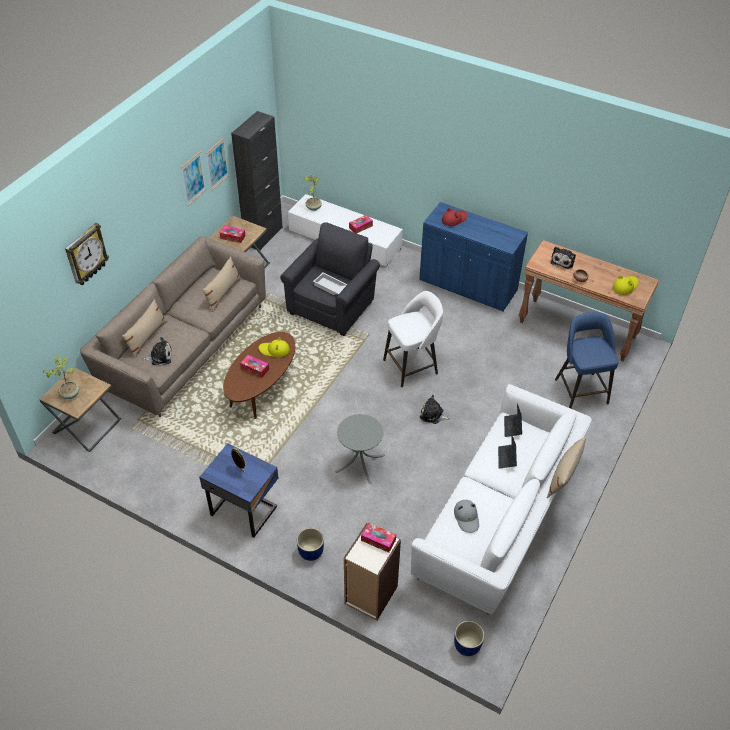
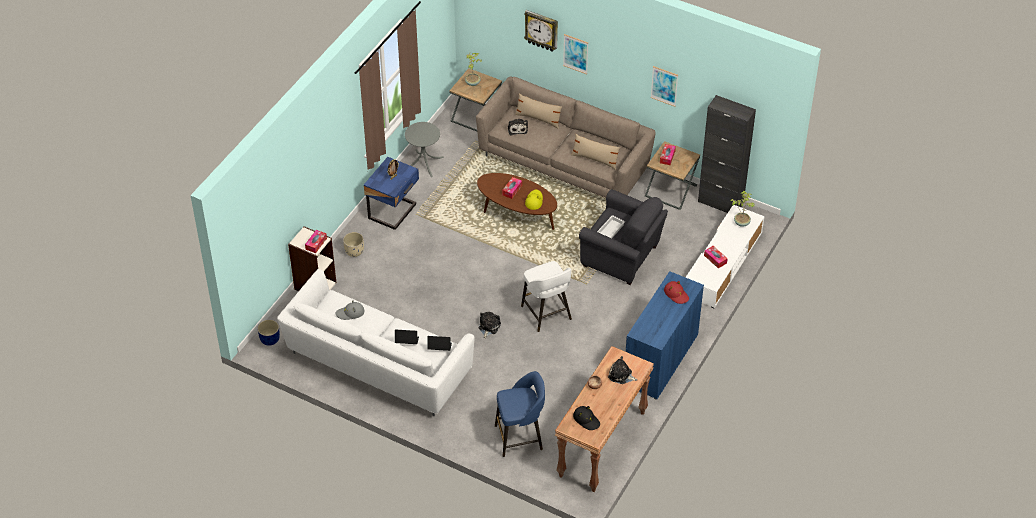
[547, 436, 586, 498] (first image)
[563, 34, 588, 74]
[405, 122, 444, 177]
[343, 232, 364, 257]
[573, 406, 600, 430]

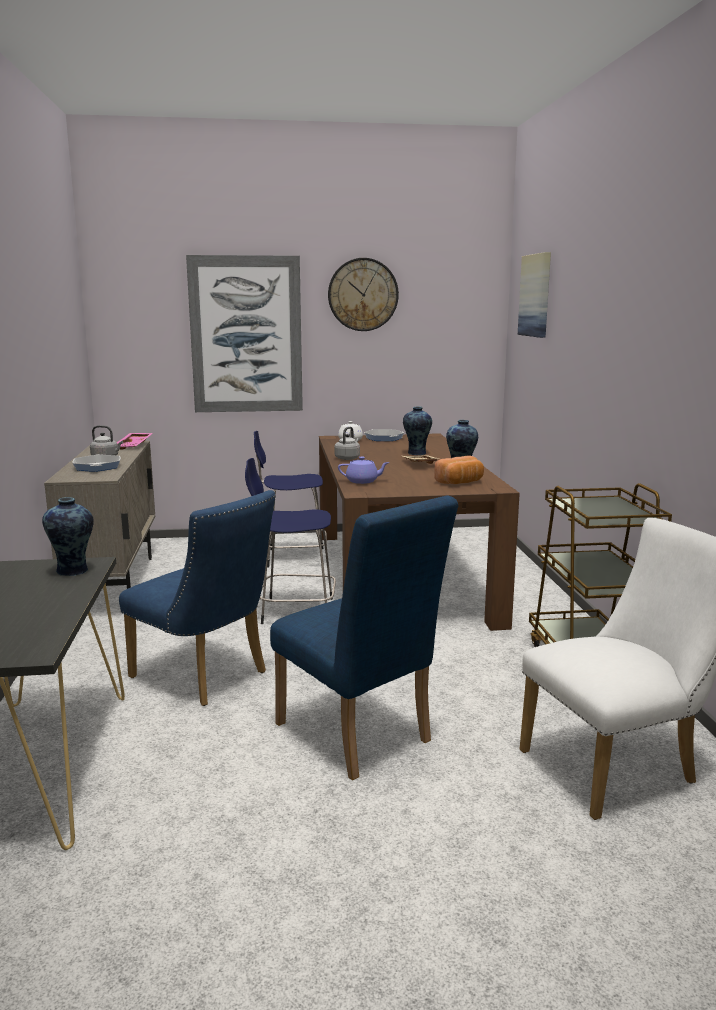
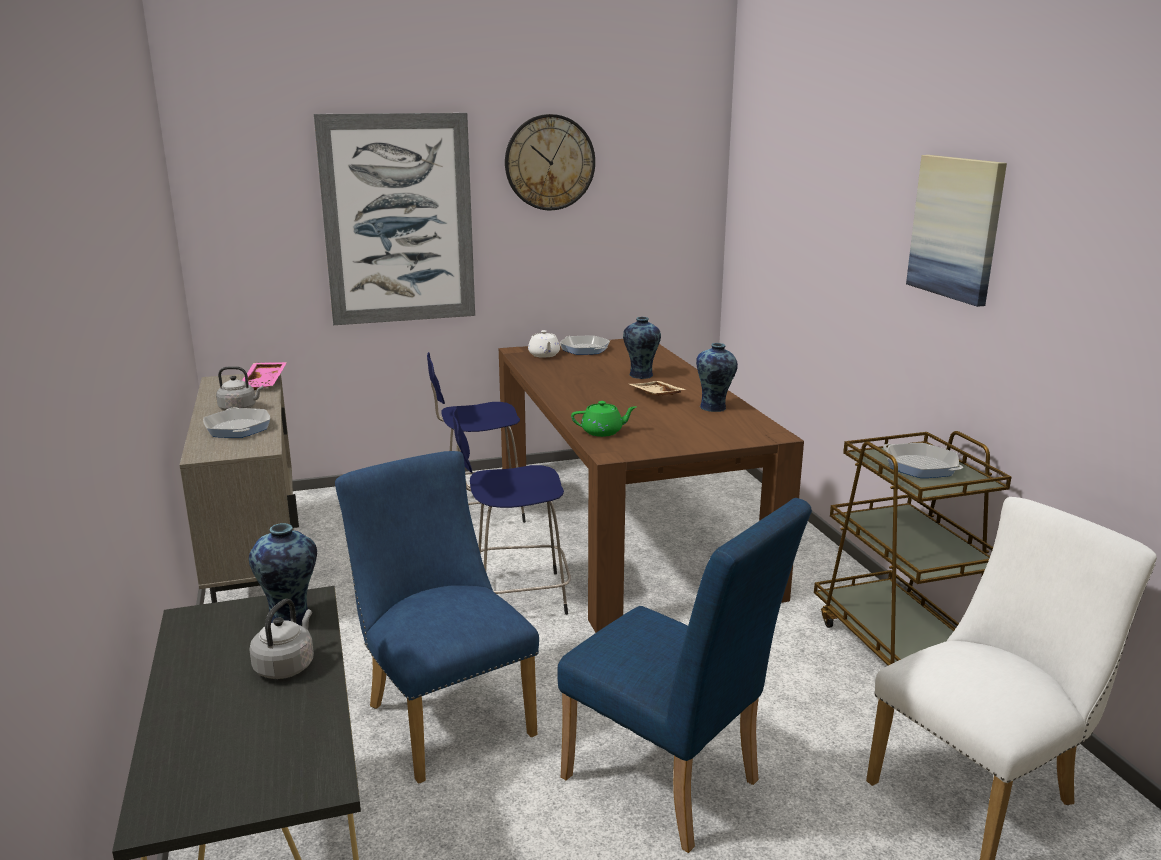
[435, 455, 484, 484] (first image)
[883, 443, 963, 478]
[249, 598, 314, 679]
[906, 155, 1007, 307]
[571, 401, 636, 437]
[335, 451, 539, 784]

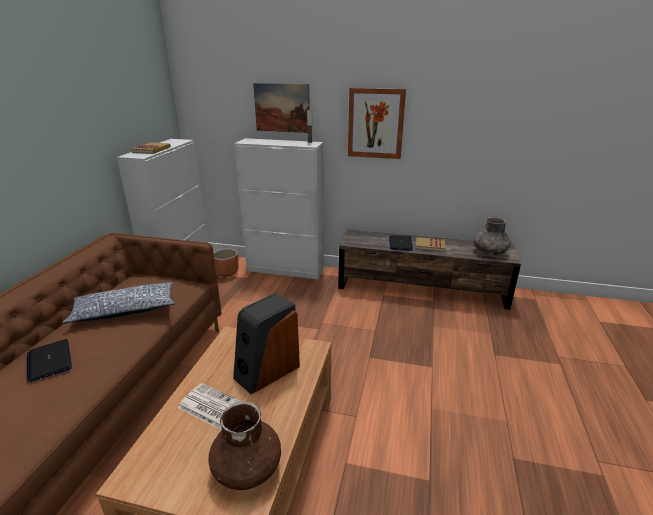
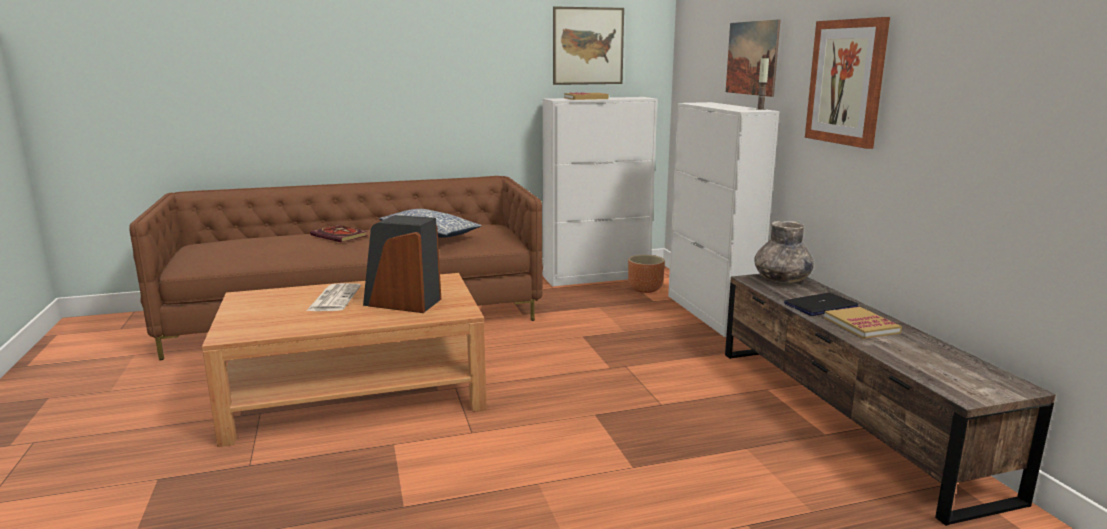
[208, 401, 281, 490] (first image)
[553, 6, 624, 85]
[754, 221, 814, 283]
[310, 225, 368, 242]

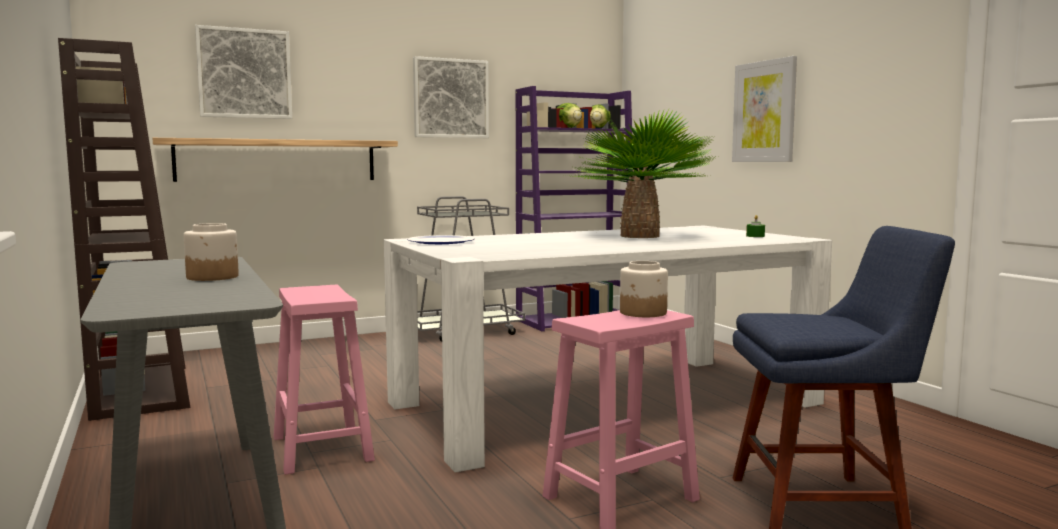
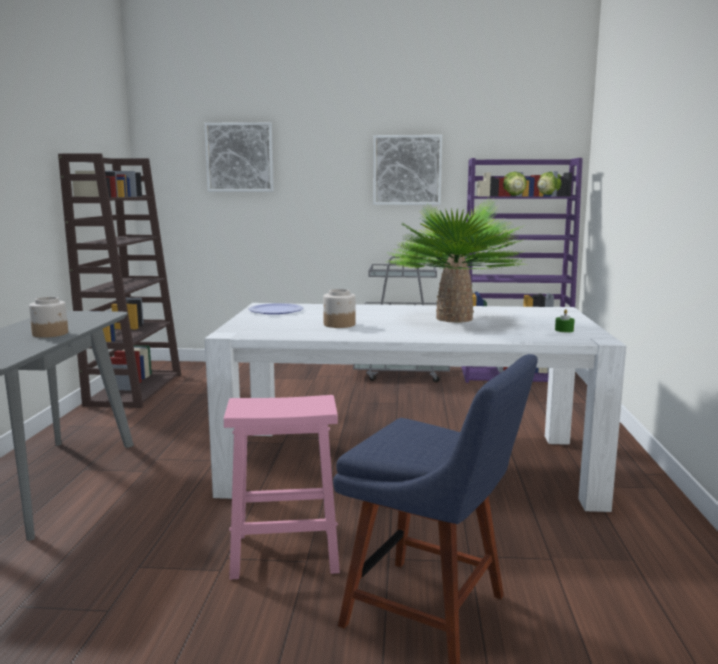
[153, 138, 398, 182] (first image)
[273, 285, 375, 475] (first image)
[732, 56, 797, 162] (first image)
[323, 289, 355, 328]

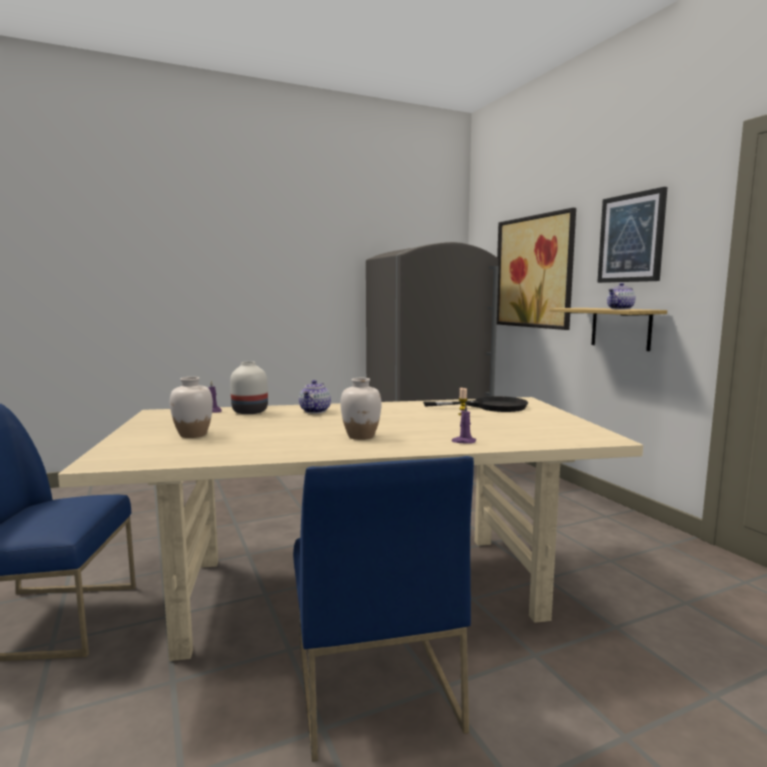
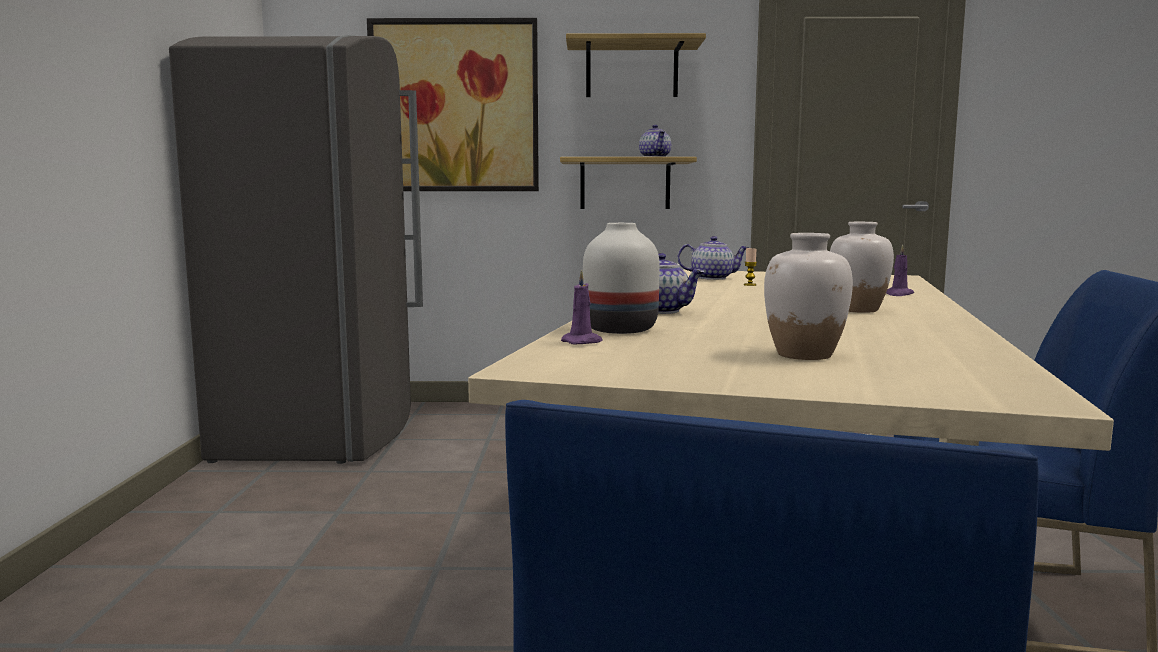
[678, 236, 749, 280]
[566, 33, 706, 97]

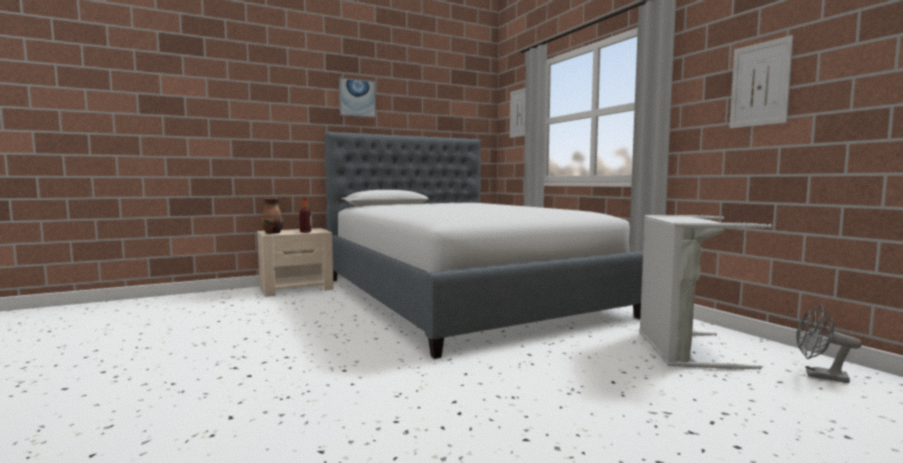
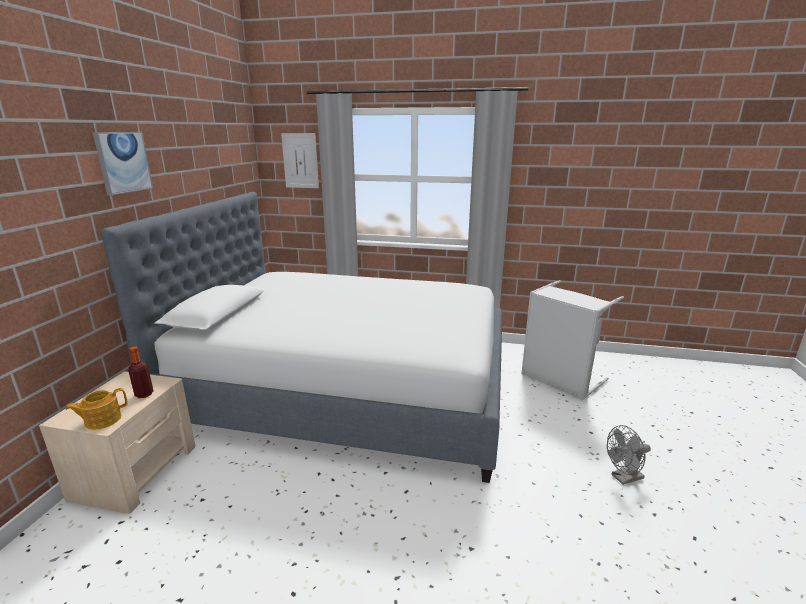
[730, 35, 794, 128] (first image)
[607, 425, 651, 485]
[66, 388, 128, 430]

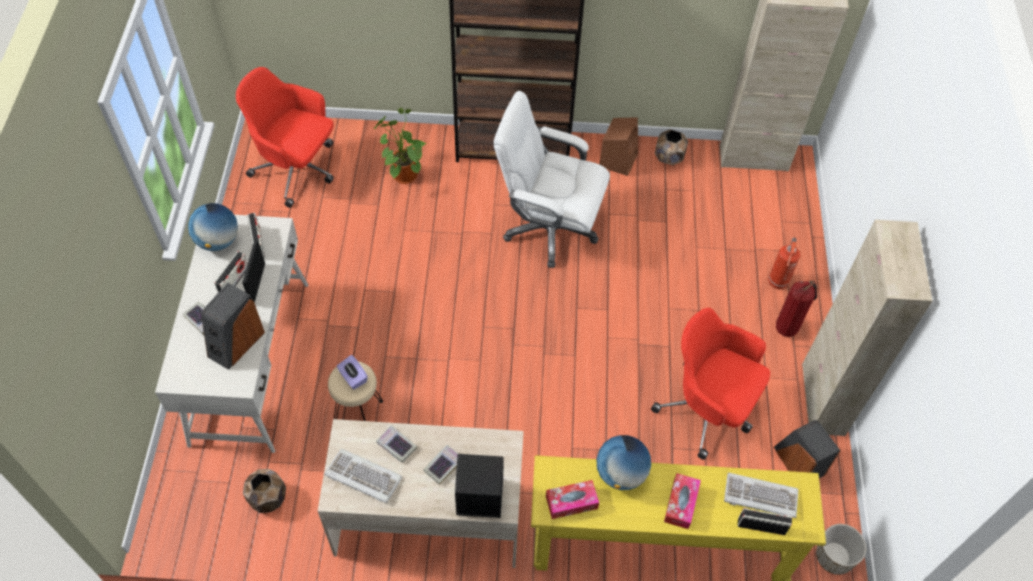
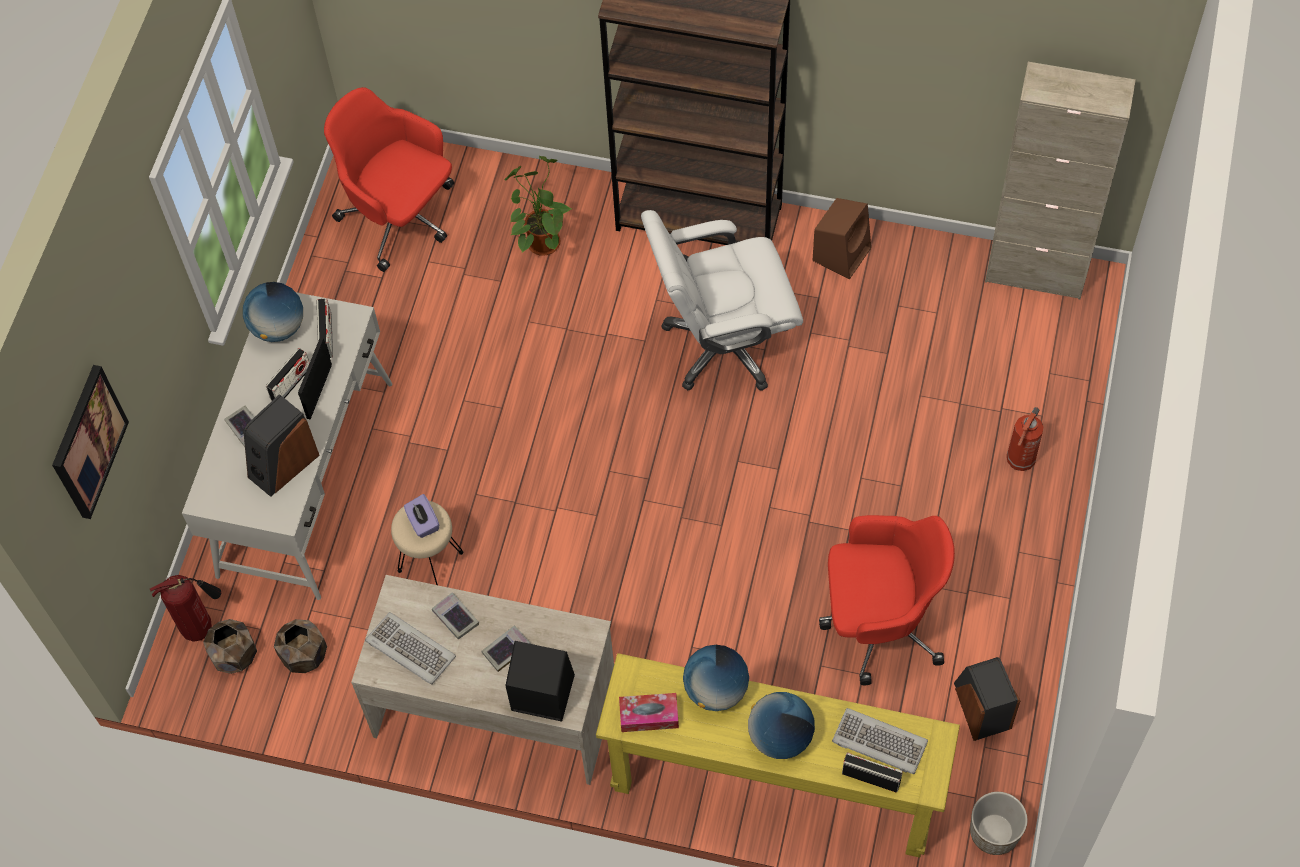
[802, 220, 933, 436] (first image)
[52, 365, 129, 519]
[203, 619, 257, 674]
[150, 575, 221, 642]
[748, 692, 815, 759]
[641, 210, 803, 391]
[819, 515, 955, 685]

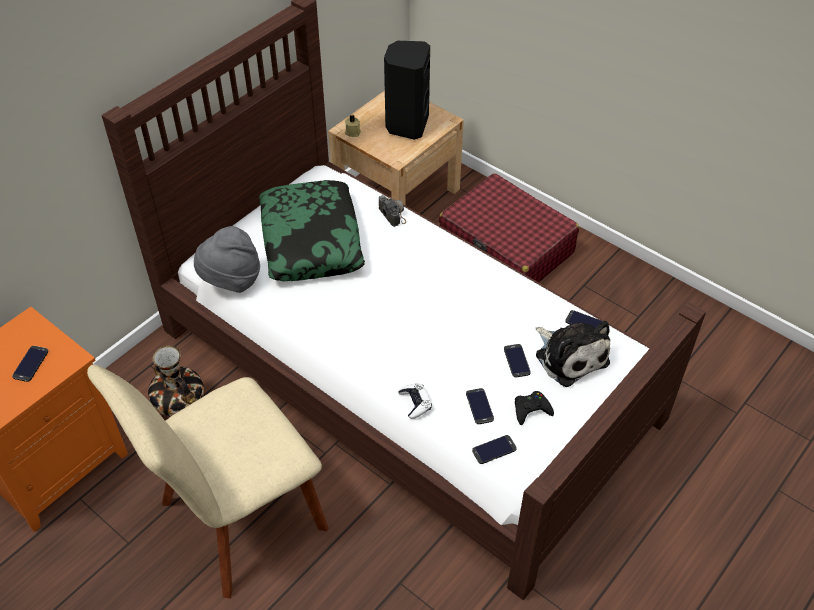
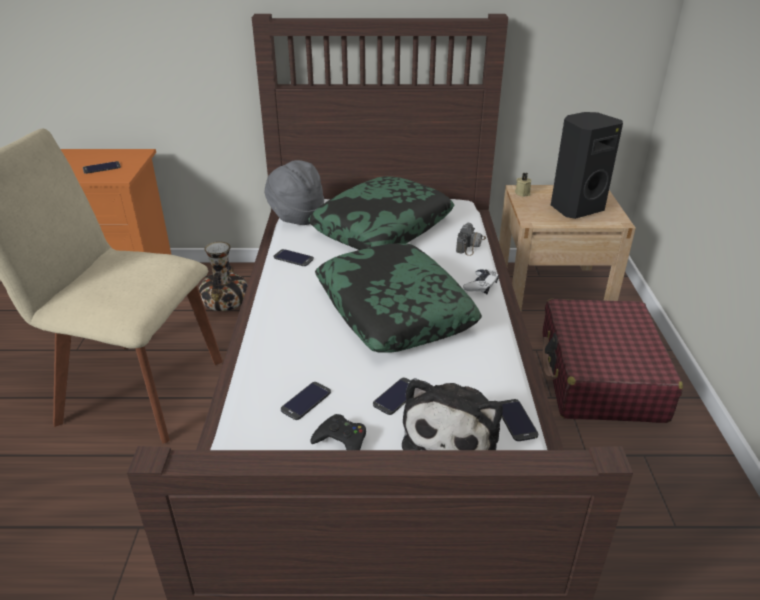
[315, 243, 482, 353]
[463, 269, 499, 294]
[273, 249, 314, 266]

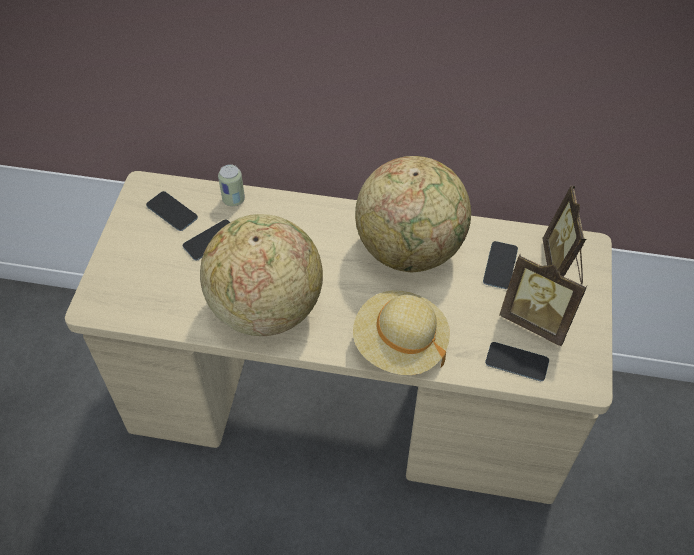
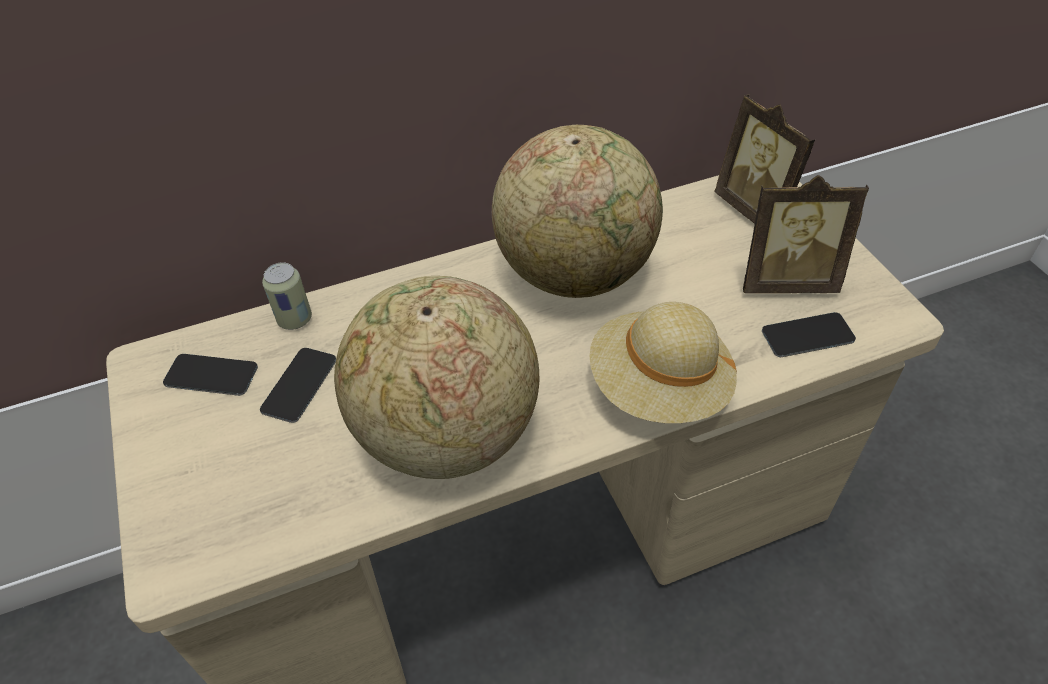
[483, 241, 518, 289] (first image)

